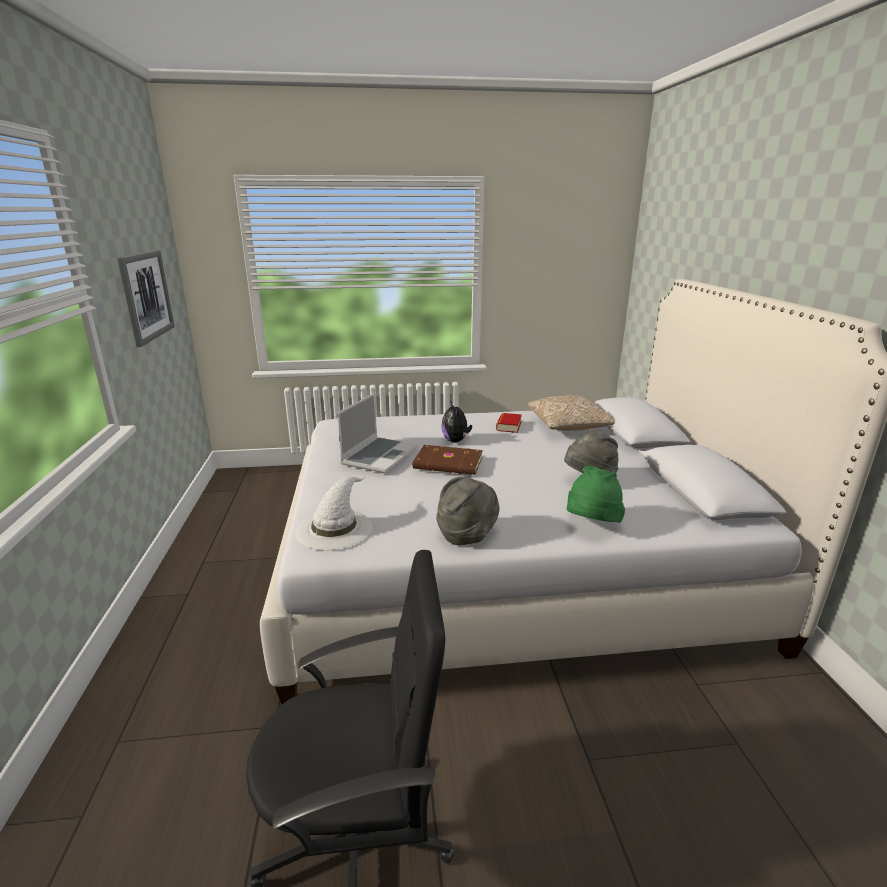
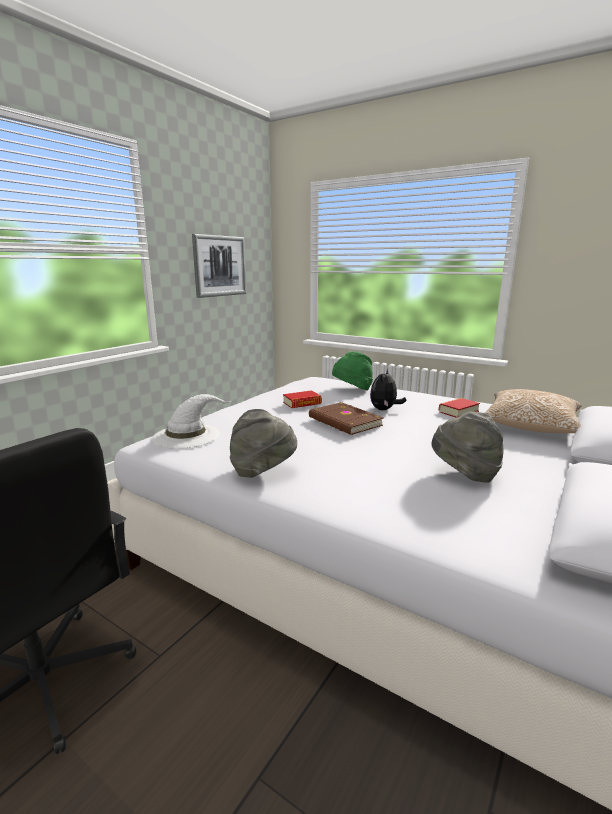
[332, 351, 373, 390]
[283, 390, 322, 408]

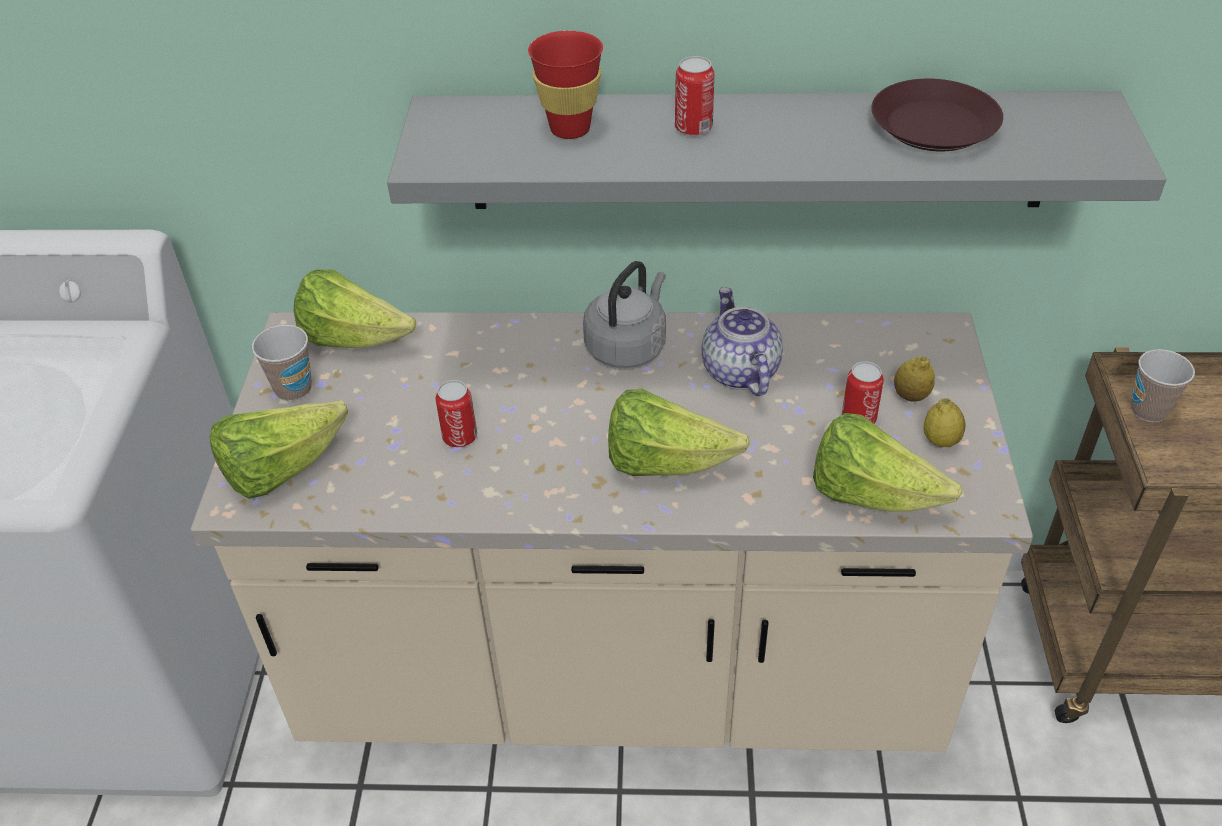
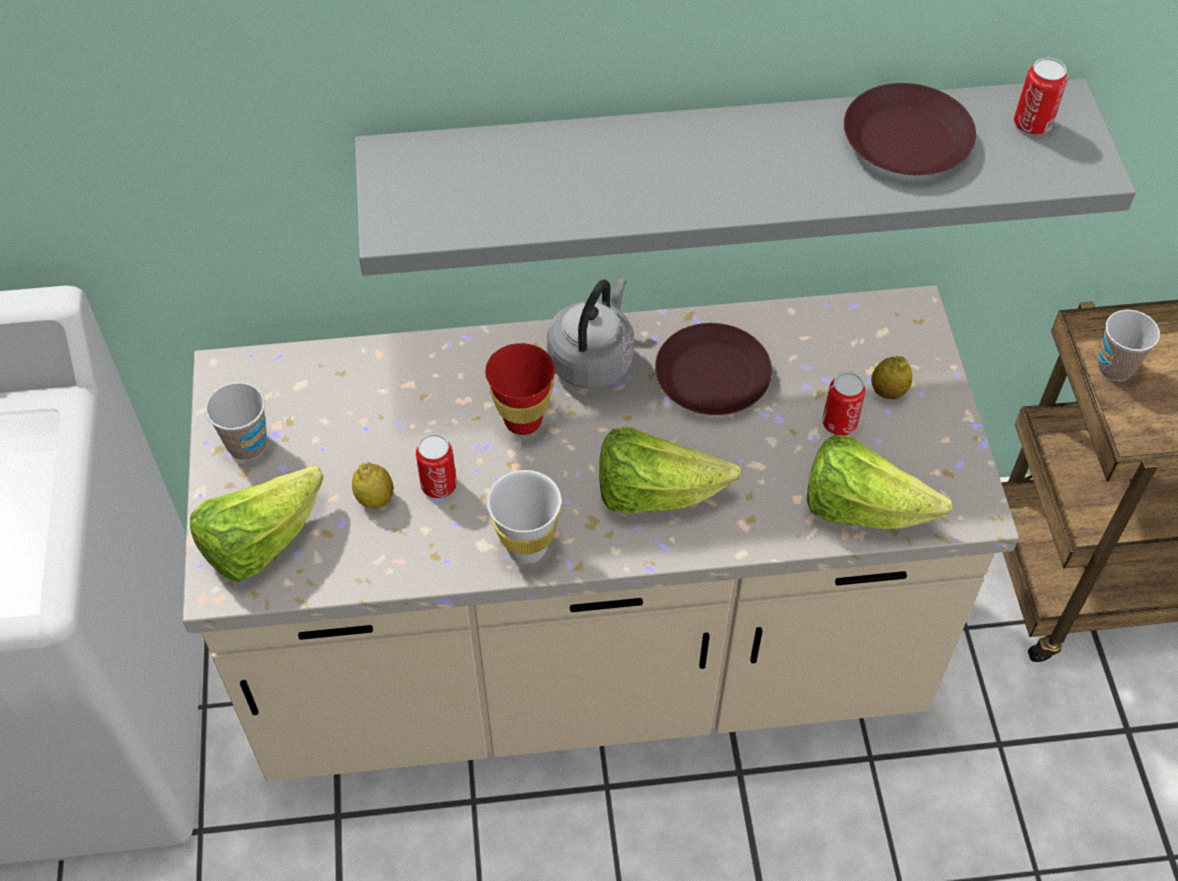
[294, 269, 416, 348] (first image)
[487, 470, 561, 564]
[485, 343, 555, 435]
[1014, 58, 1067, 135]
[352, 462, 394, 508]
[655, 323, 772, 415]

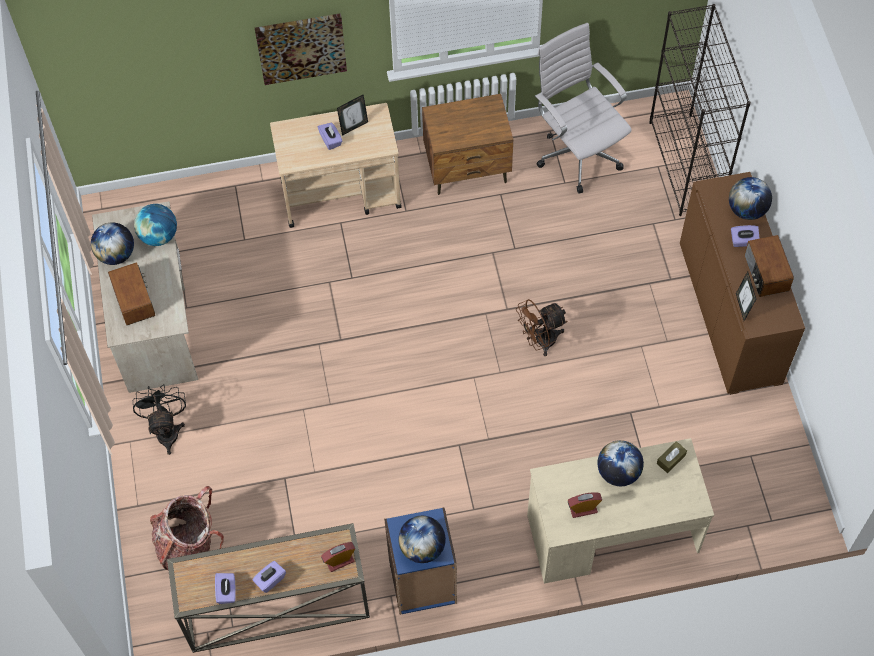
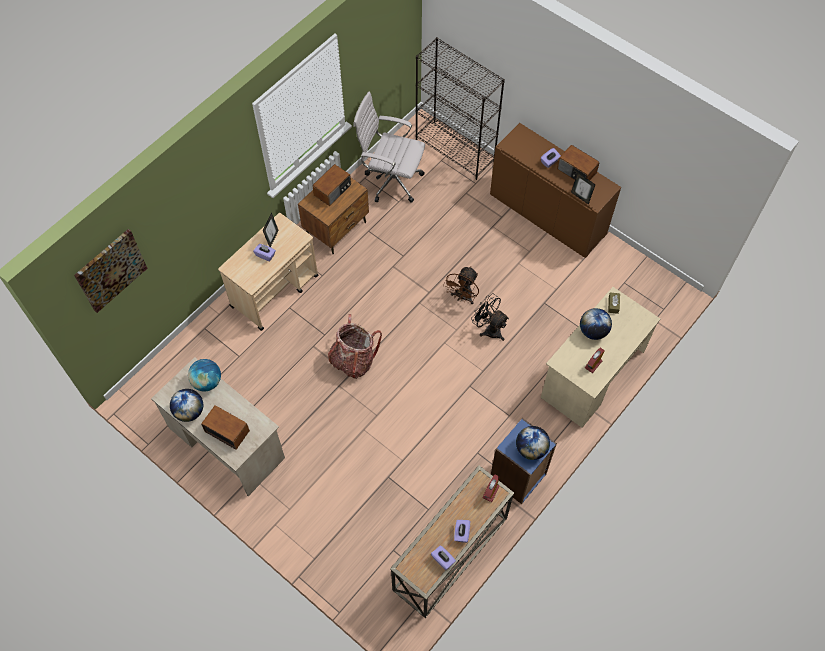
[729, 177, 772, 220] (first image)
[312, 164, 351, 206]
[471, 294, 509, 341]
[328, 314, 382, 379]
[74, 229, 148, 313]

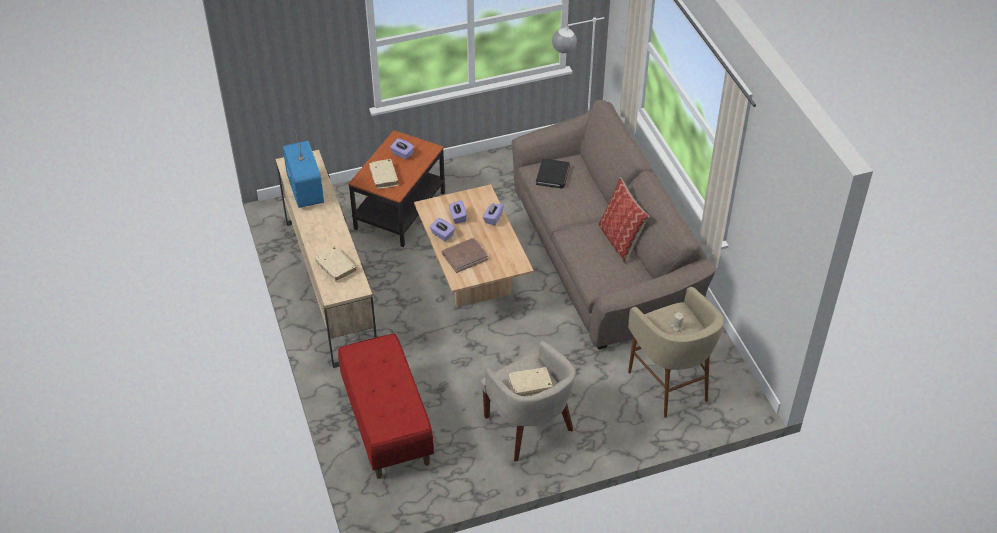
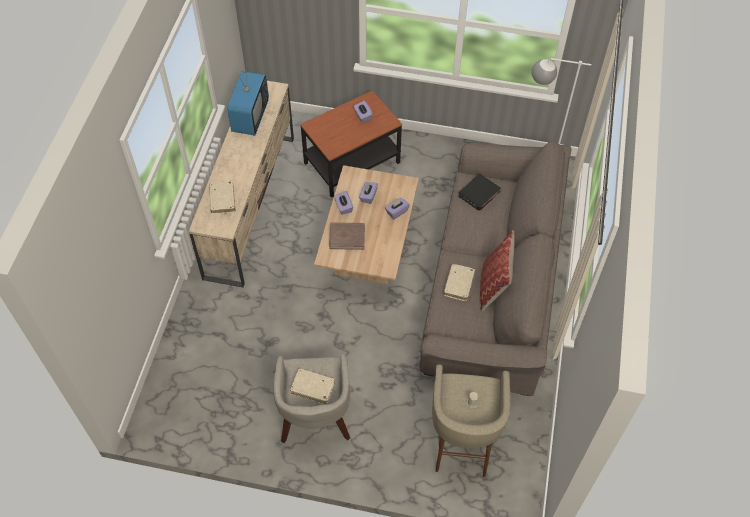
[338, 334, 434, 479] (first image)
[443, 264, 475, 301]

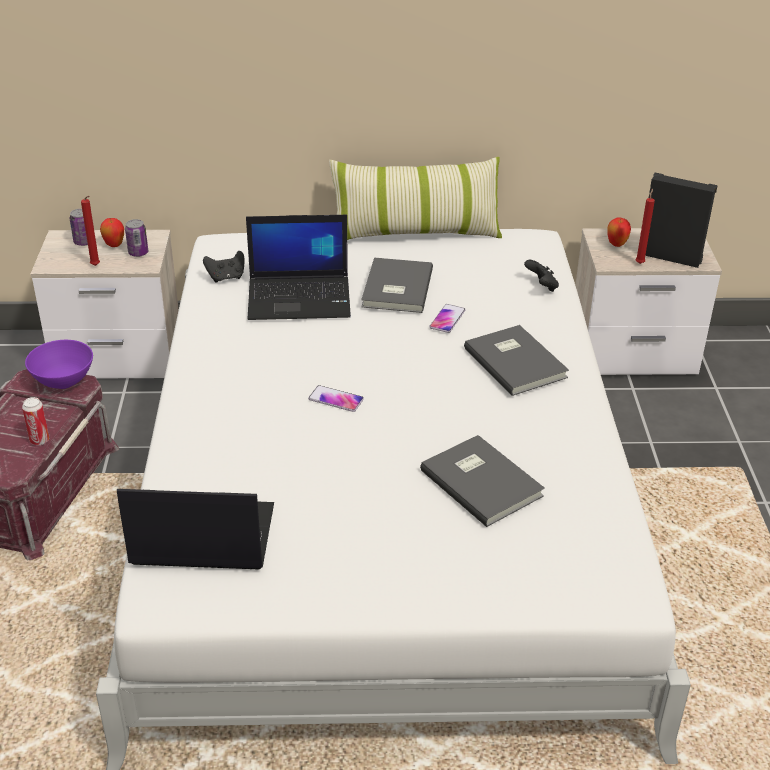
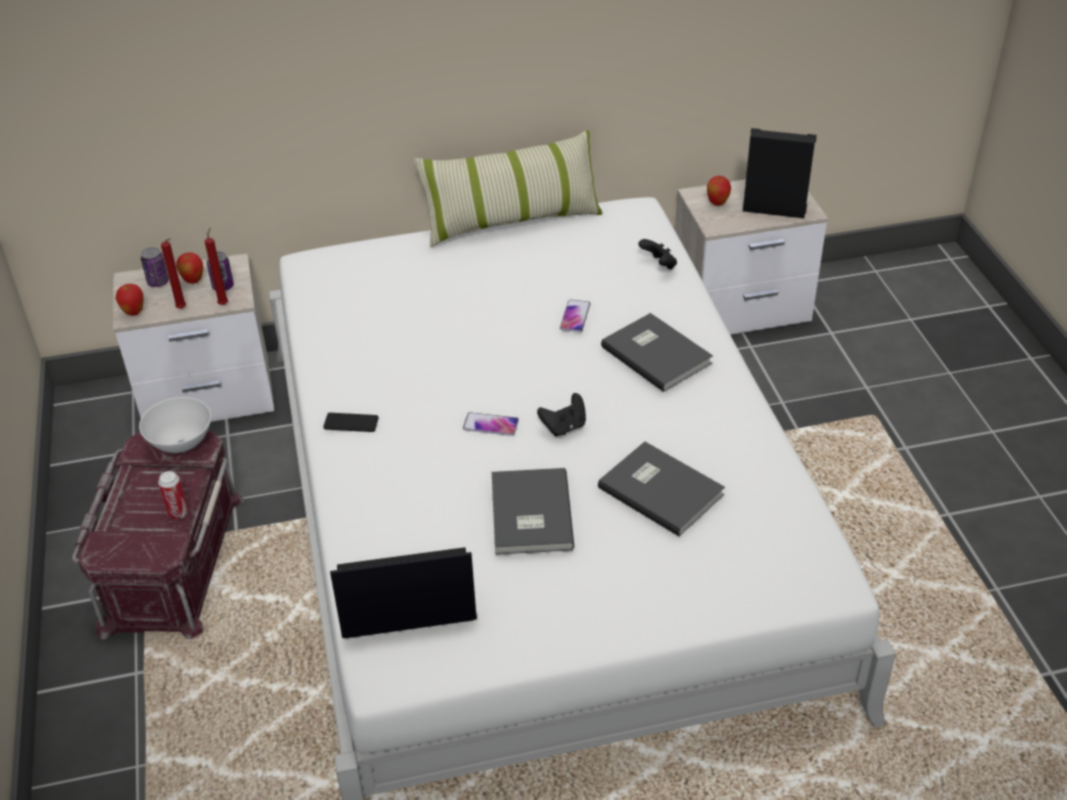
[246, 215, 351, 320] (first image)
[115, 284, 144, 316]
[323, 413, 378, 432]
[537, 393, 586, 437]
[492, 468, 574, 555]
[205, 228, 228, 305]
[139, 397, 211, 453]

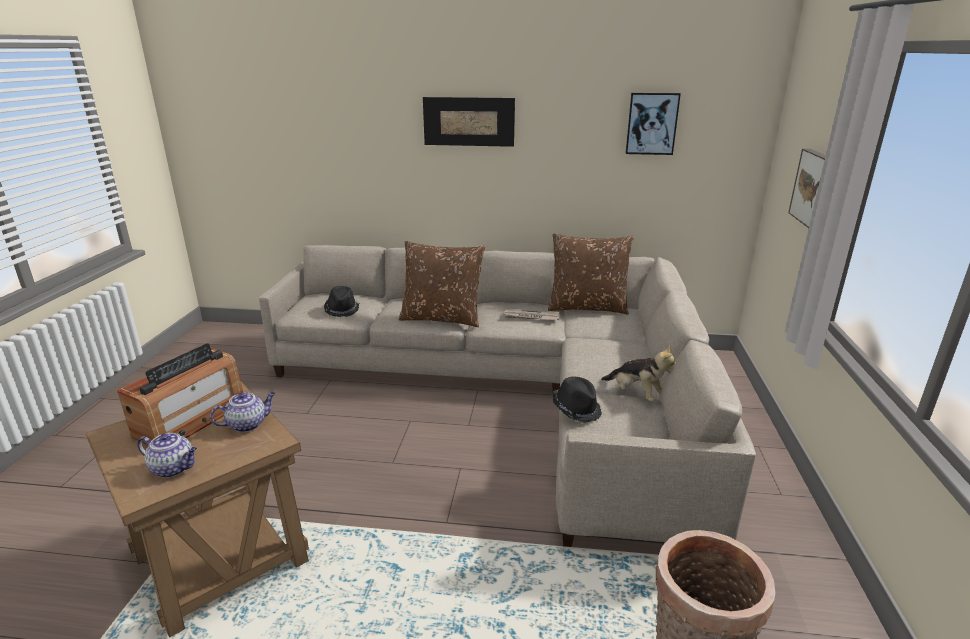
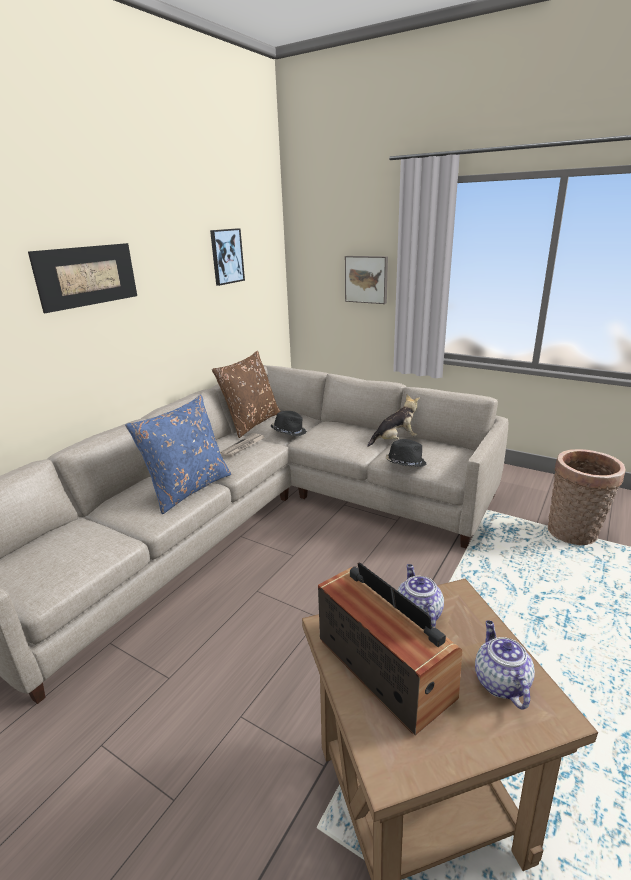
[271, 411, 307, 436]
[125, 395, 232, 514]
[475, 620, 535, 709]

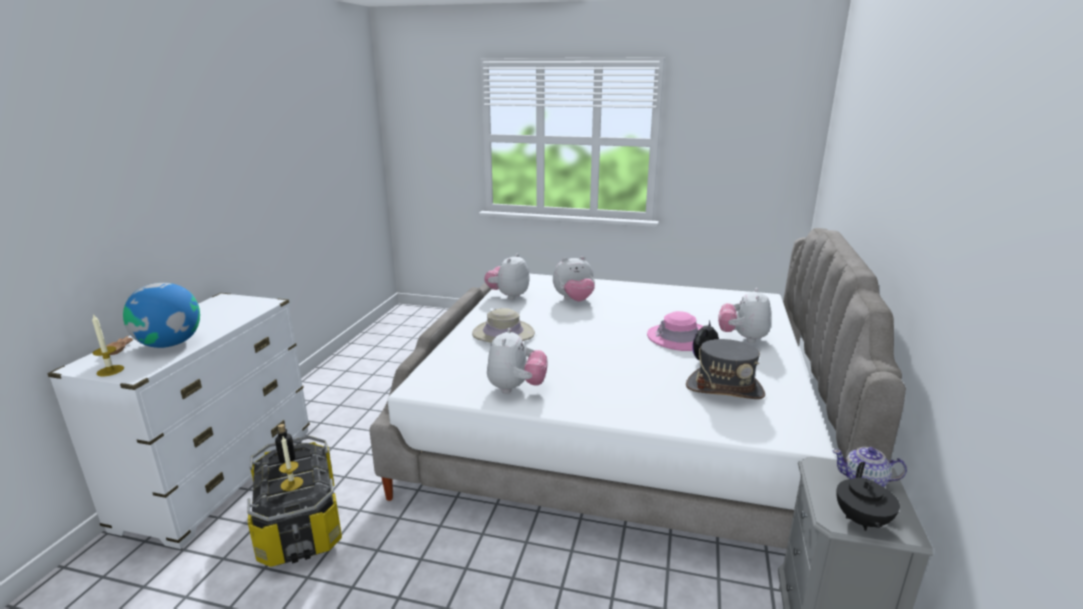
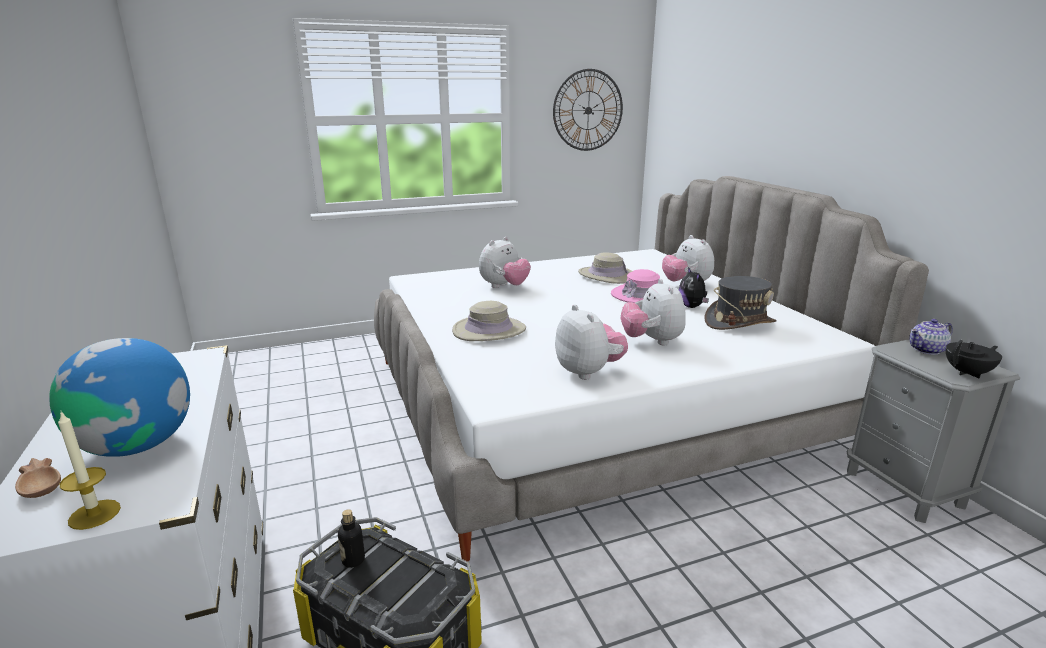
[279, 436, 303, 491] (first image)
[553, 69, 623, 151]
[578, 252, 632, 284]
[620, 279, 686, 345]
[946, 339, 1002, 378]

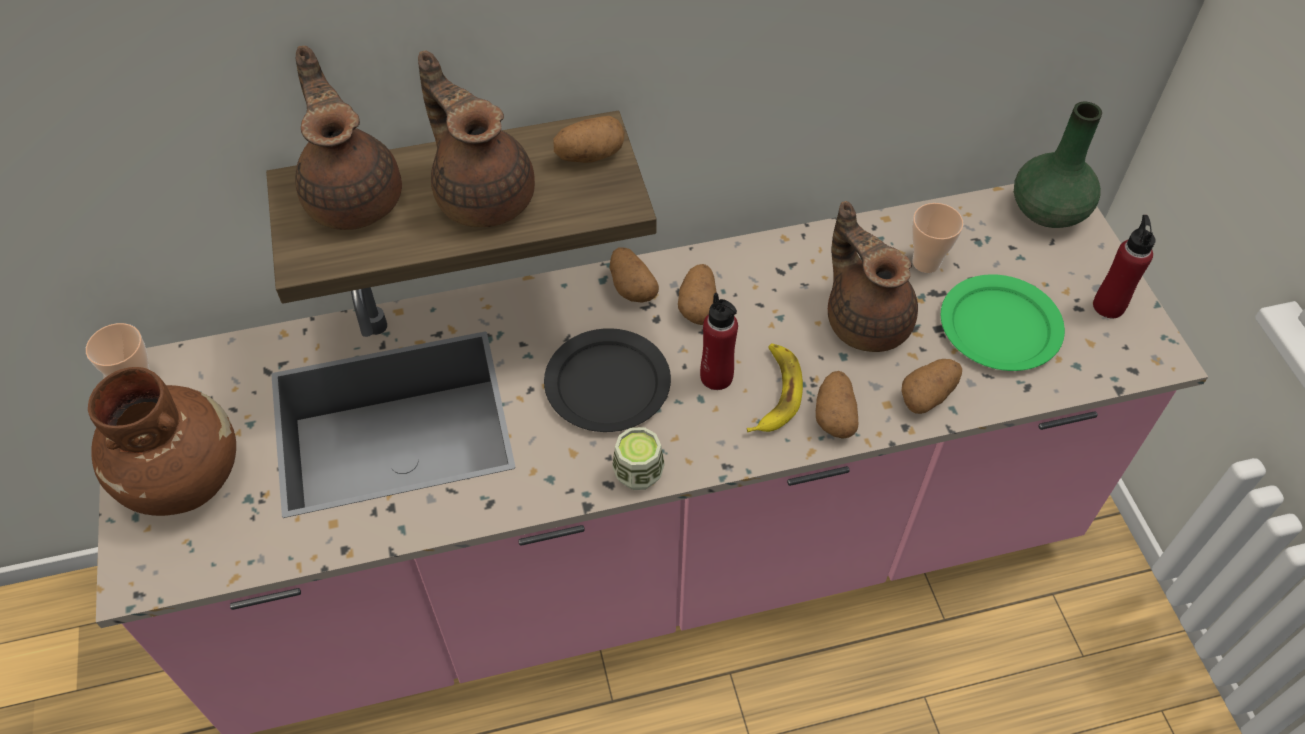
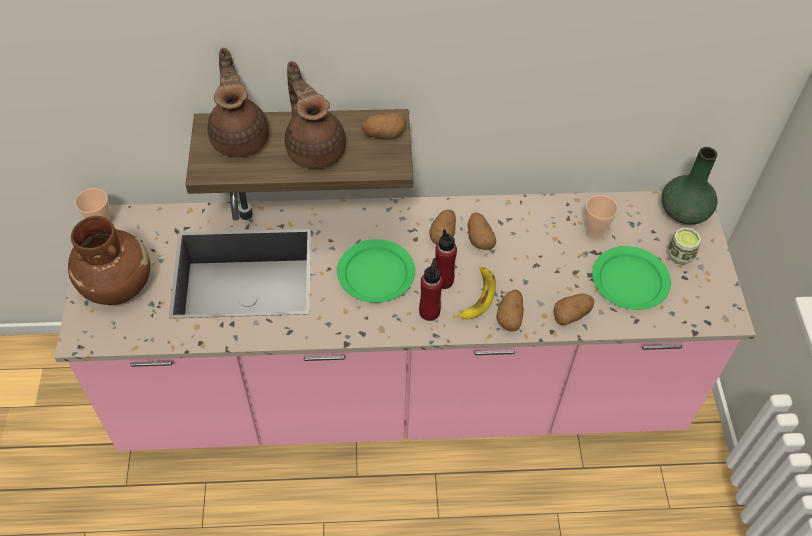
[828, 201, 918, 352] (first image)
[468, 213, 496, 250]
[667, 227, 701, 265]
[419, 258, 443, 321]
[337, 239, 415, 303]

